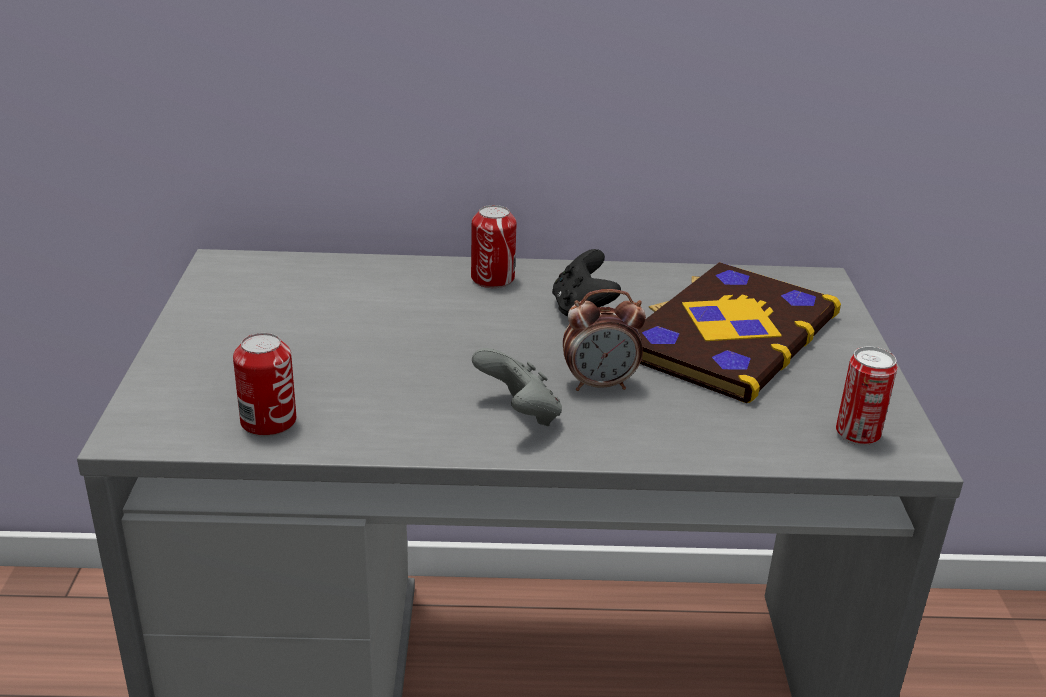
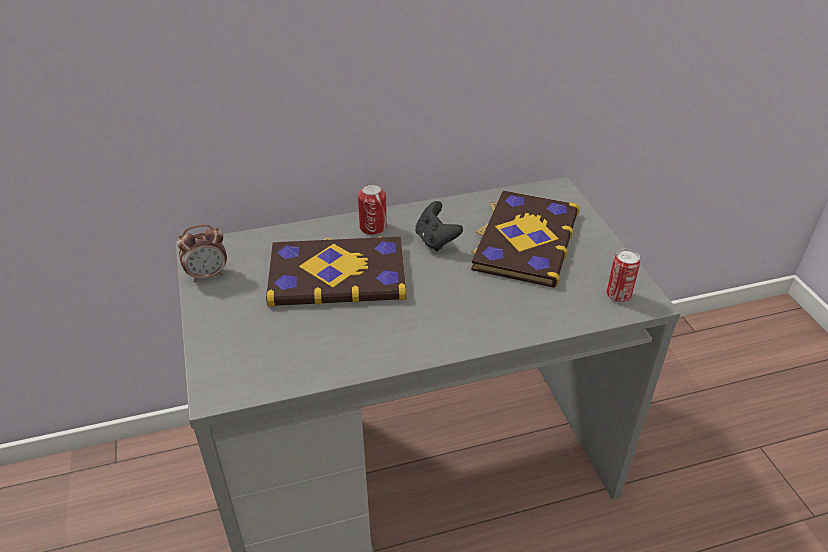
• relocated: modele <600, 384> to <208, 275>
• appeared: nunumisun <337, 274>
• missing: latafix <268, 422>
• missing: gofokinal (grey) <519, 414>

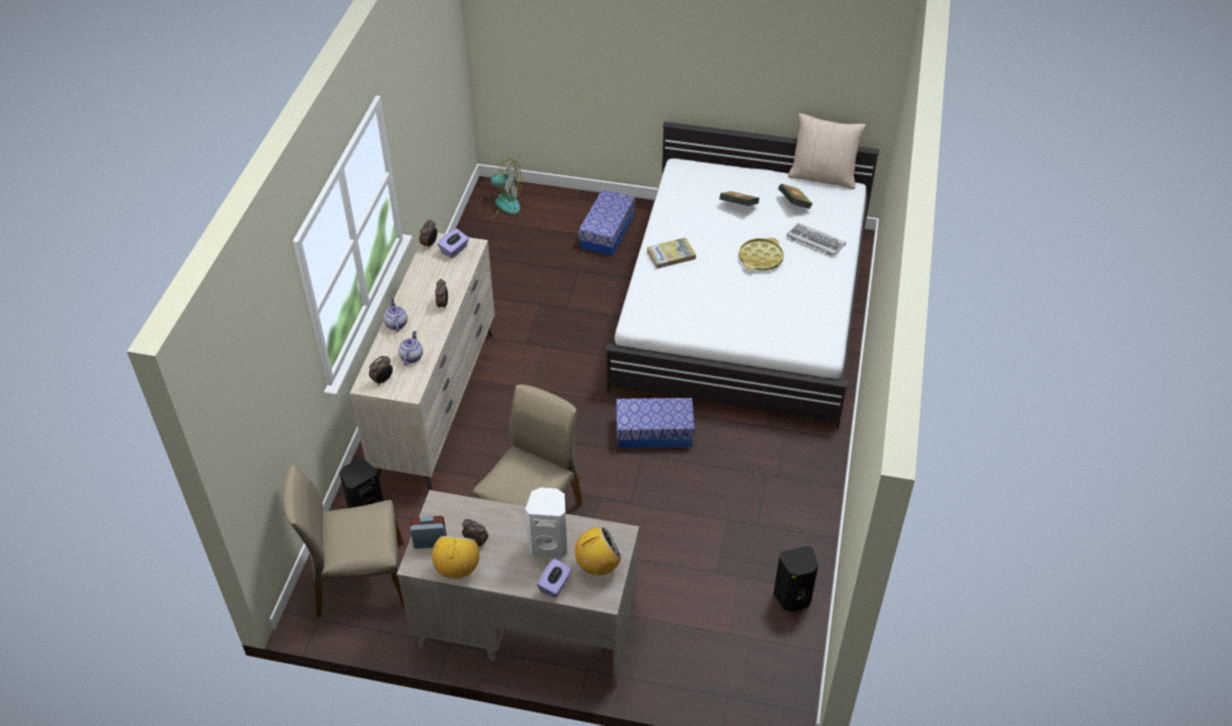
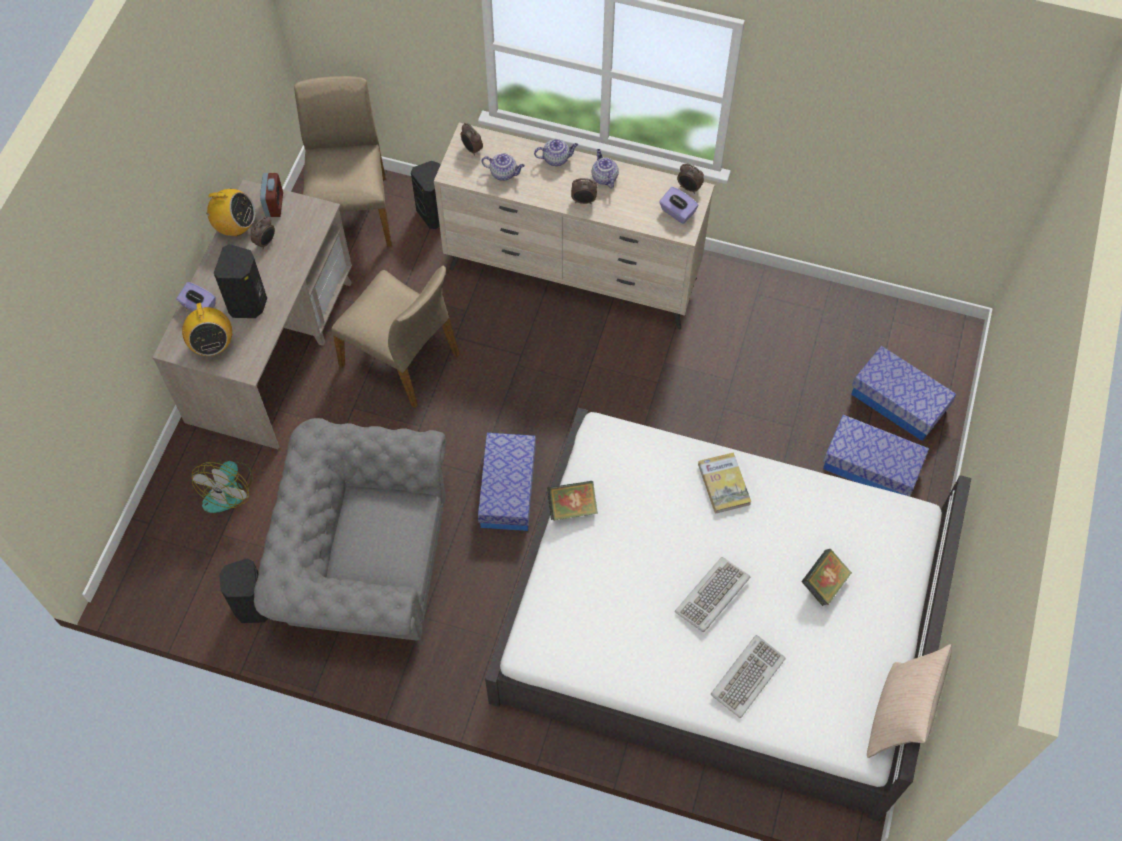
• relocated: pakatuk <501, 203> to <228, 488>
• colour: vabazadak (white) <549, 544> to vabazadak (black) <249, 304>
• appeared: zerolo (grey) <363, 563>
• relocated: nunumisun <794, 205> to <572, 507>
• appeared: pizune <604, 177>
• exchanged: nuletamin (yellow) <761, 258> to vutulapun <713, 596>
• appeared: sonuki <898, 402>

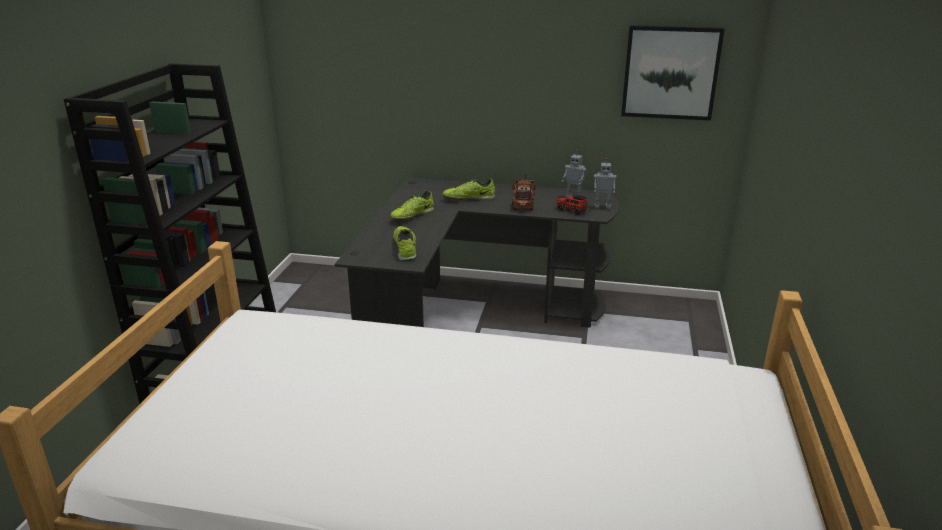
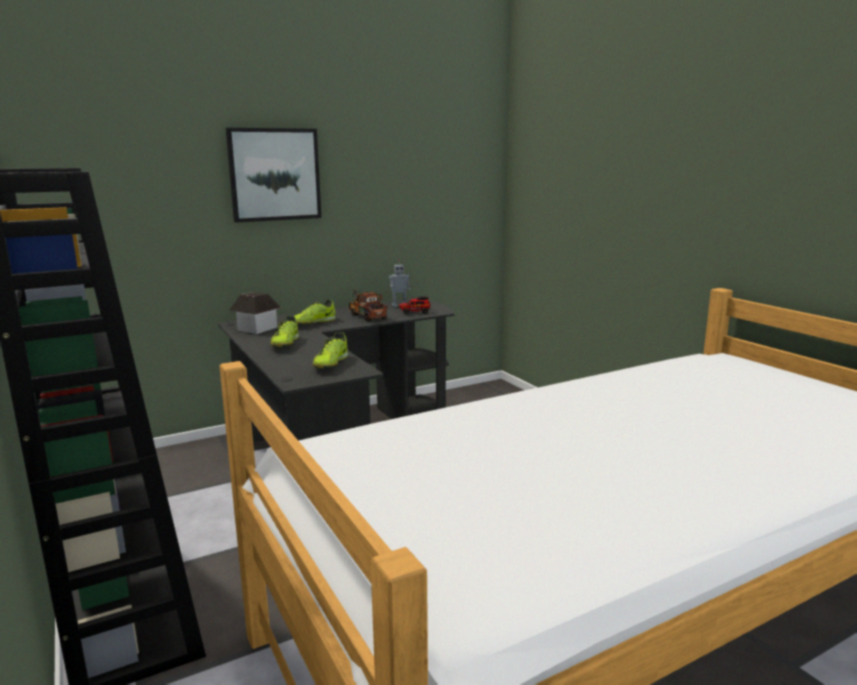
• relocated: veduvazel <670, 72> to <274, 174>
• appeared: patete <257, 328>
• spun: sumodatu <405, 248> = <331, 364> 120 degrees counterclockwise
• missing: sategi <602, 206>

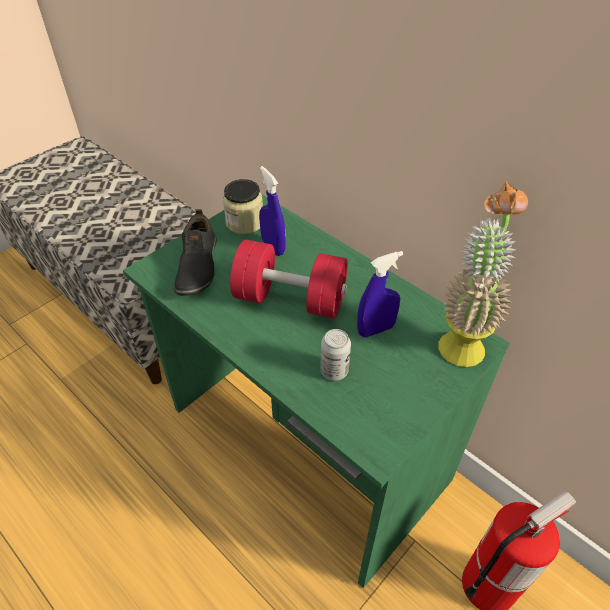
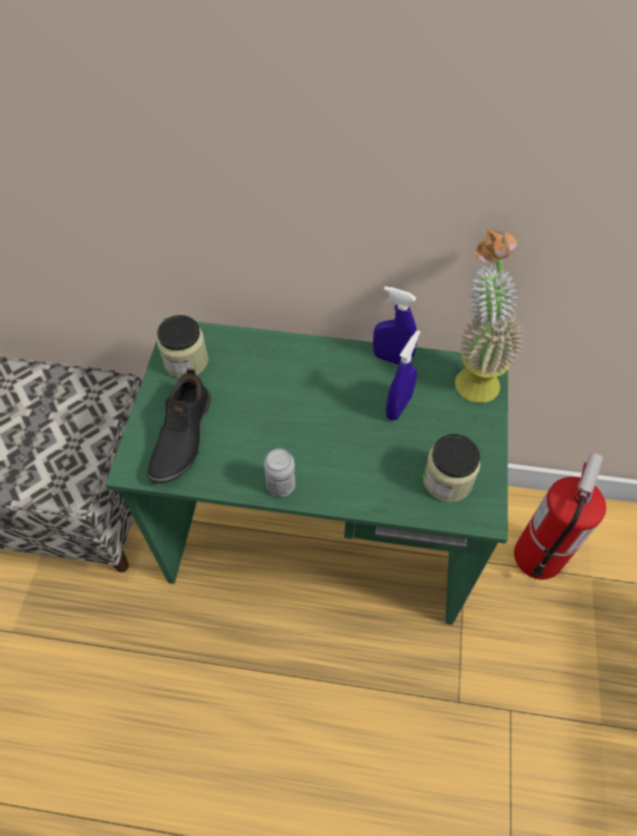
• spun: sumodatu (black) <196, 266> = <181, 436> 45 degrees clockwise
• relocated: latafix <334, 371> to <281, 485>
• relocated: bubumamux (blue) <273, 247> to <391, 359>
• appeared: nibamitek <447, 480>
• missing: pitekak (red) <290, 299>

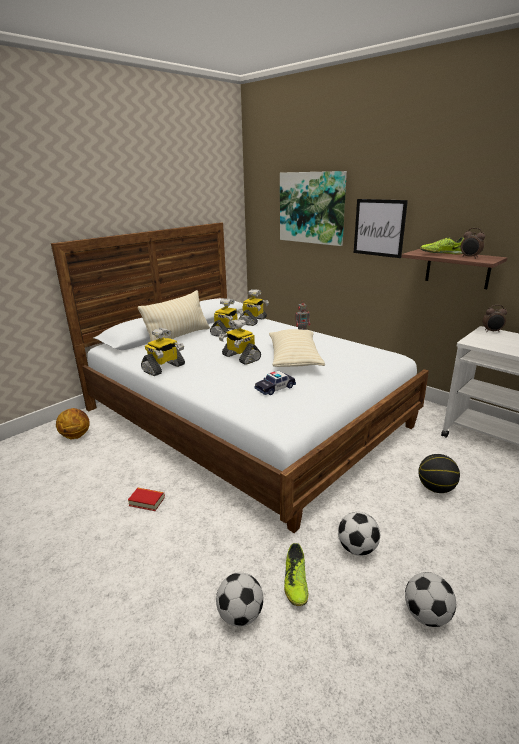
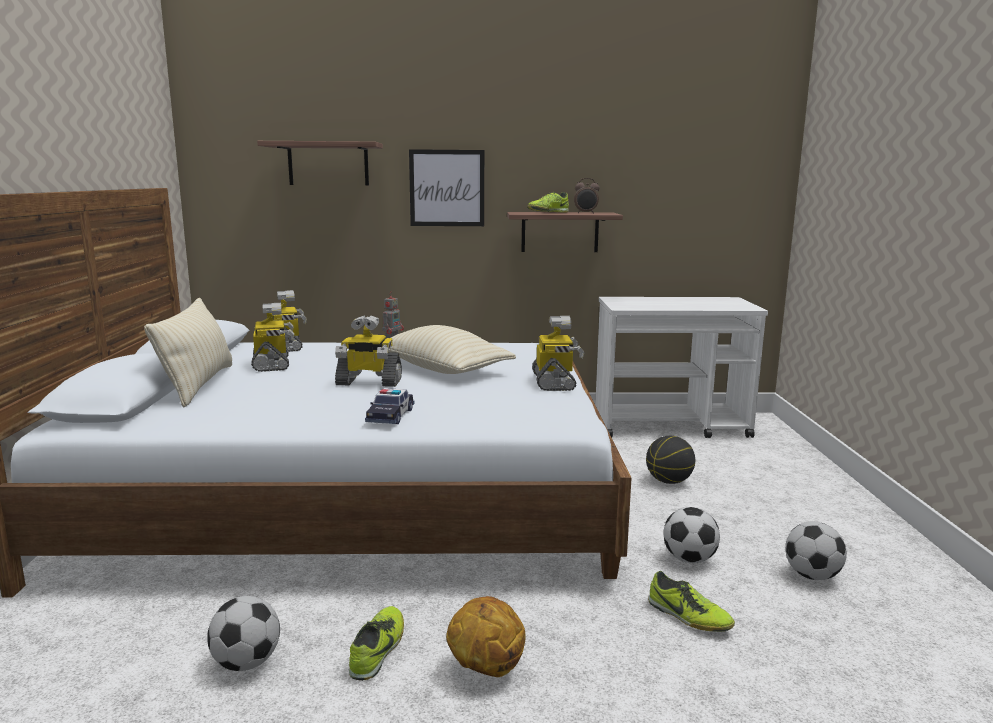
• relocated: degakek <240, 615> to <247, 663>
• exchanged: veduvazel <312, 208> to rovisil <328, 164>
• exchanged: nunumisun <147, 501> to sumodatu <378, 649>
• relocated: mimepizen <275, 388> to <390, 416>
• relocated: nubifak <76, 436> to <485, 668>
• relocated: sategi <164, 368> to <554, 382>
• missing: modele <492, 331>

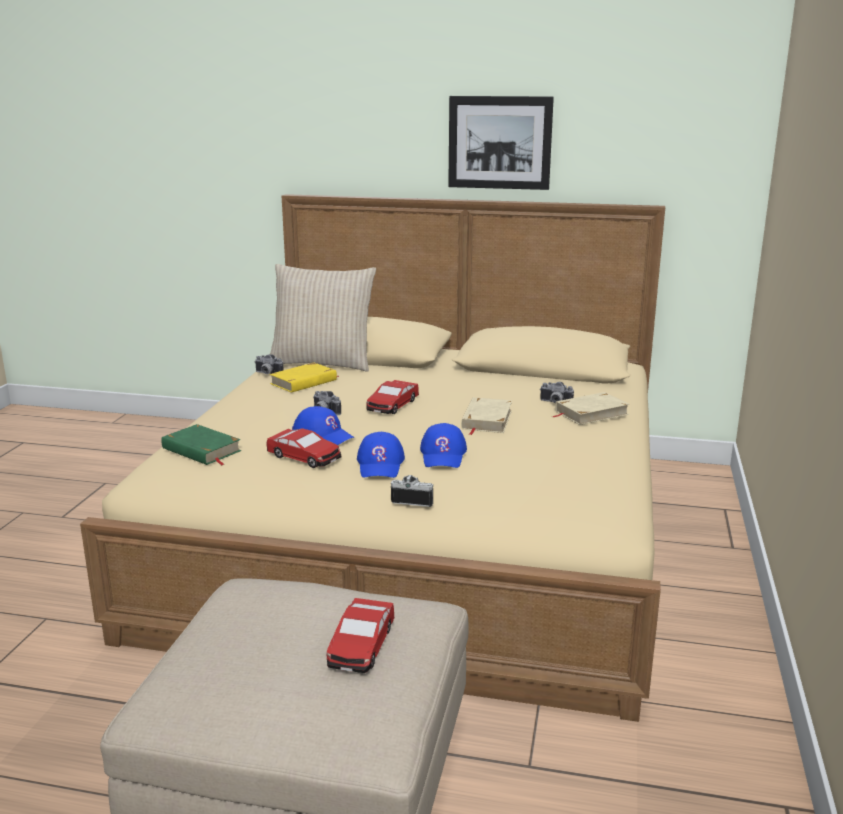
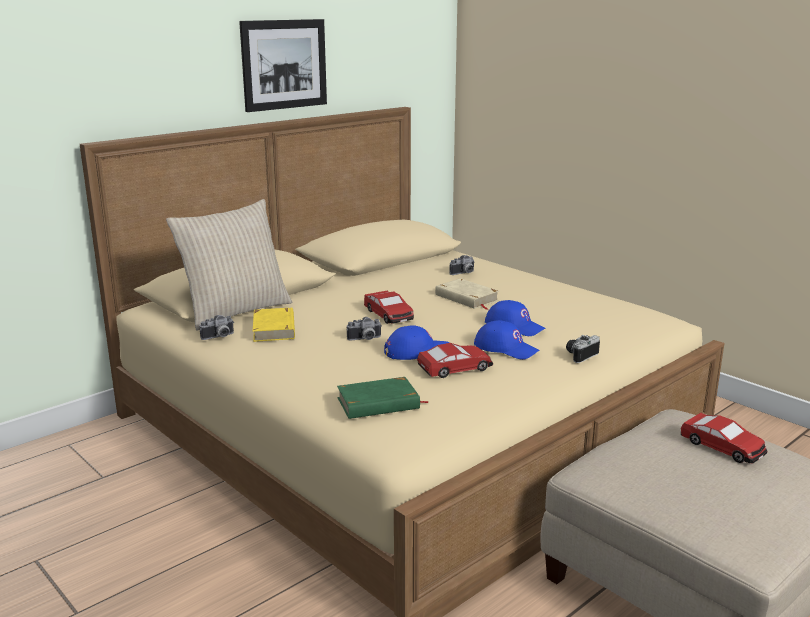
• missing: nunumisun (beige) <591, 413>

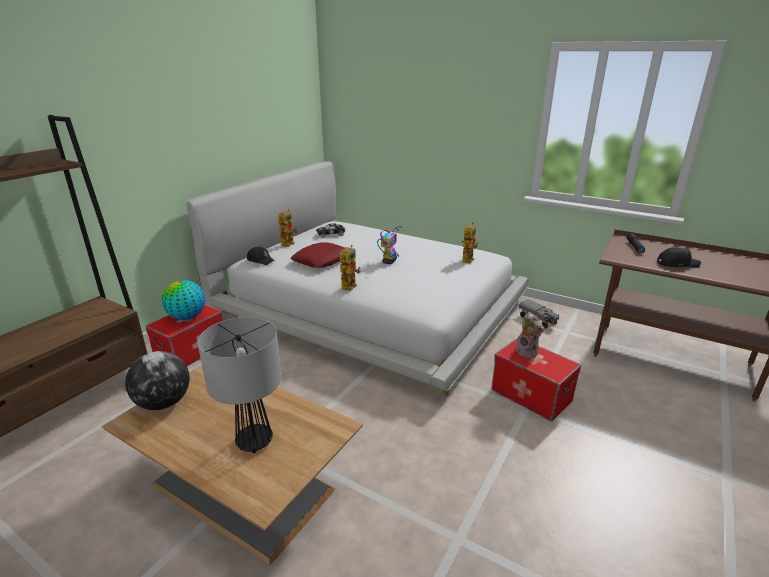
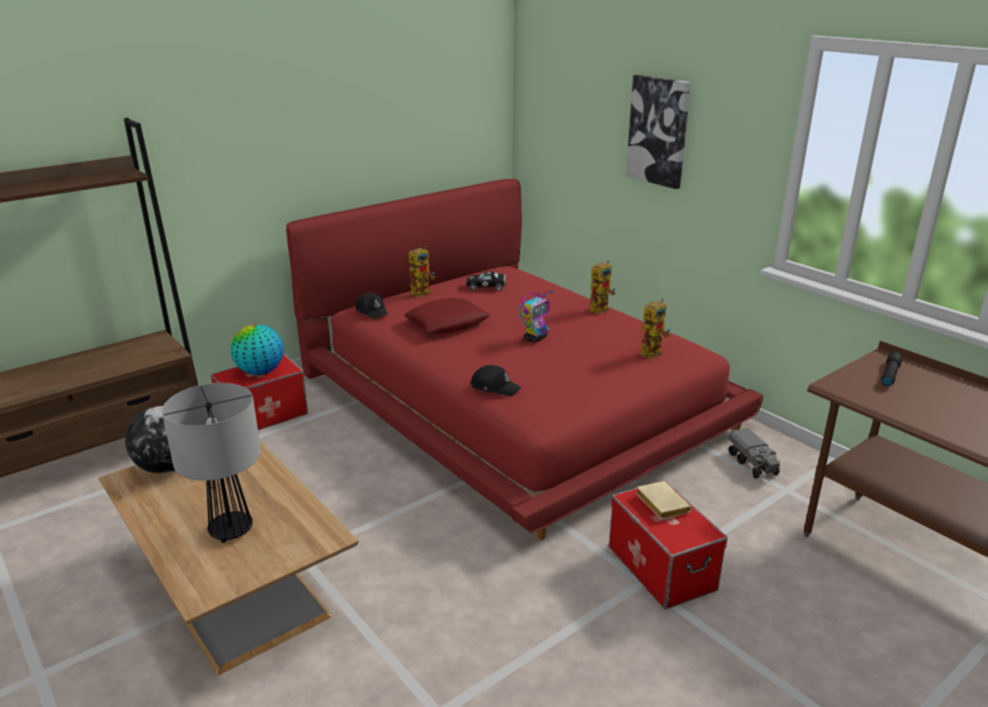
• colour: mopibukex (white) <368, 307> to mopibukex (red) <513, 398>
• relocated: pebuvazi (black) <676, 264> to <495, 387>
• relocated: sategi <349, 285> to <600, 308>
• appeared: veduvazel <658, 131>
• exchanged: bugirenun <527, 352> to nunumisun (beige) <660, 504>

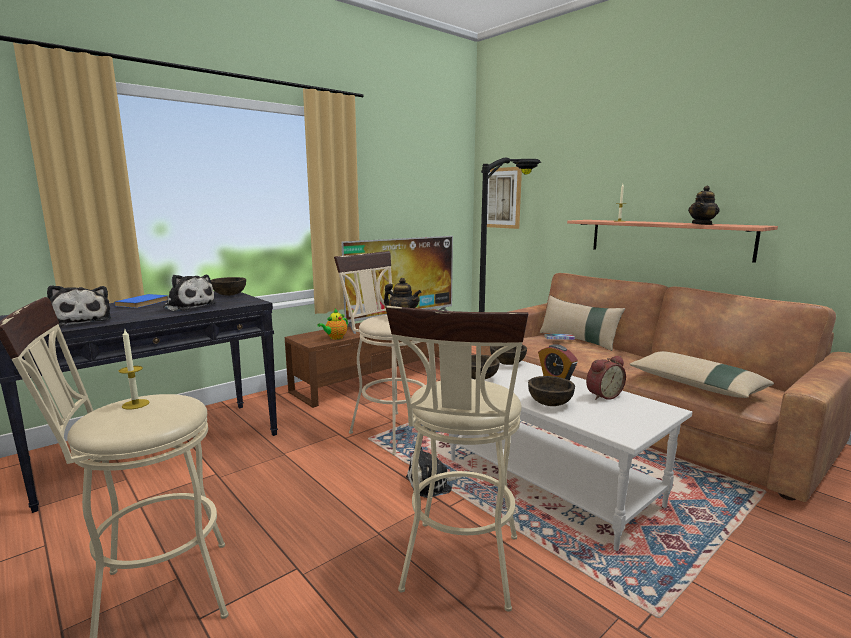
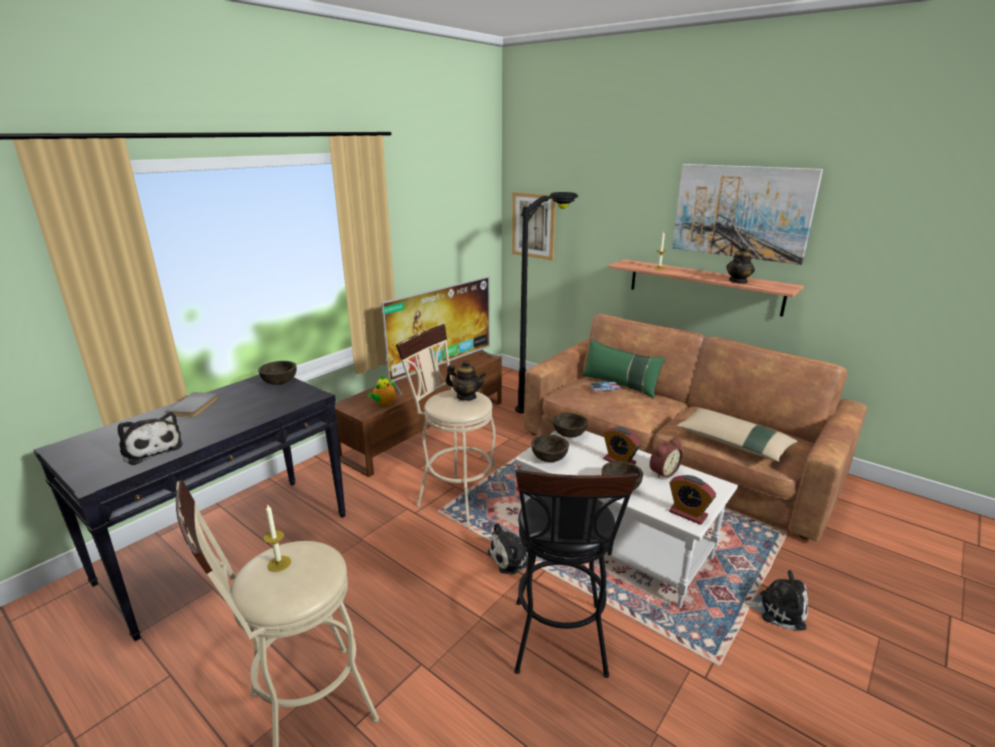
• colour: nunumisun (blue) <144, 303> to nunumisun (grey) <195, 406>
• colour: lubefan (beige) <460, 570> to lubefan (black) <560, 645>
• colour: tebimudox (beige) <578, 340> to tebimudox (green) <620, 385>
• appeared: modele <688, 514>
• appeared: veduvazel <741, 212>
• relocated: bugirenun <188, 306> to <778, 609>

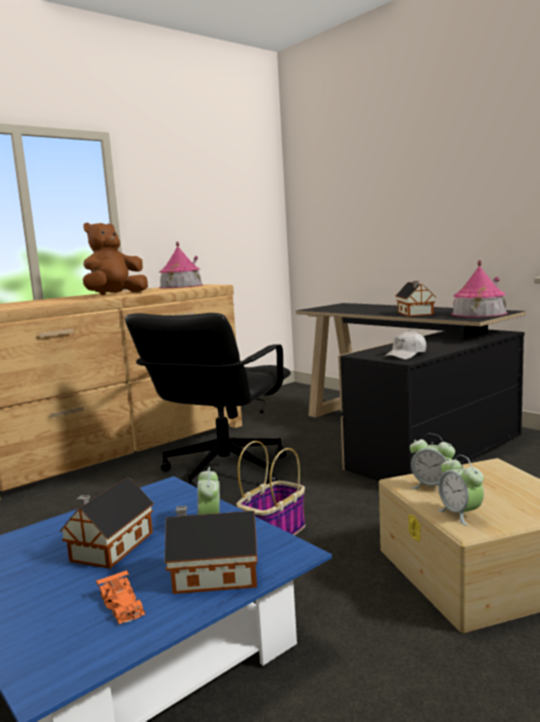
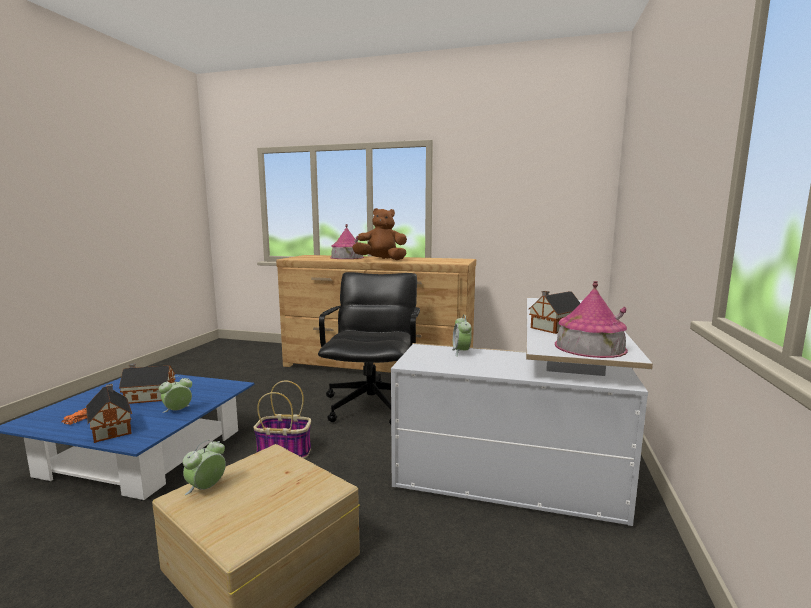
• spun: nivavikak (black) <223, 471> = <372, 405> 105 degrees clockwise
• relocated: patete <181, 286> to <347, 257>
• colour: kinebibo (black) <403, 435> to kinebibo (white) <535, 452>
• relocated: modele <432, 487> to <461, 352>
• missing: pebuvazi (white) <406, 355>

